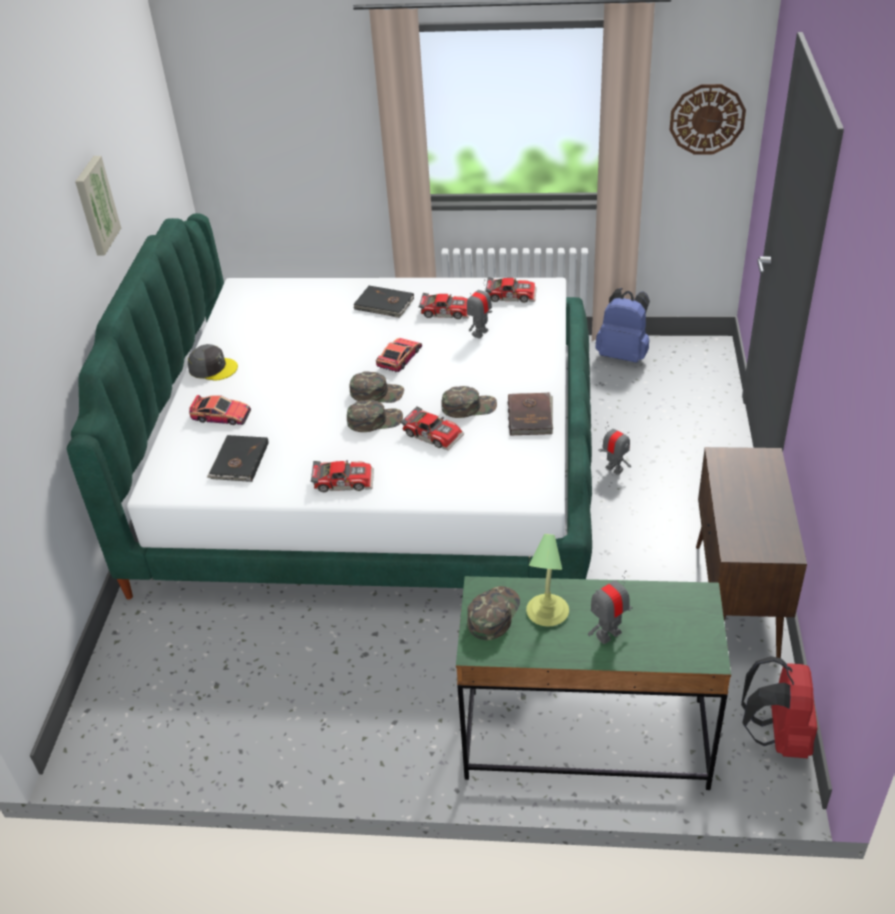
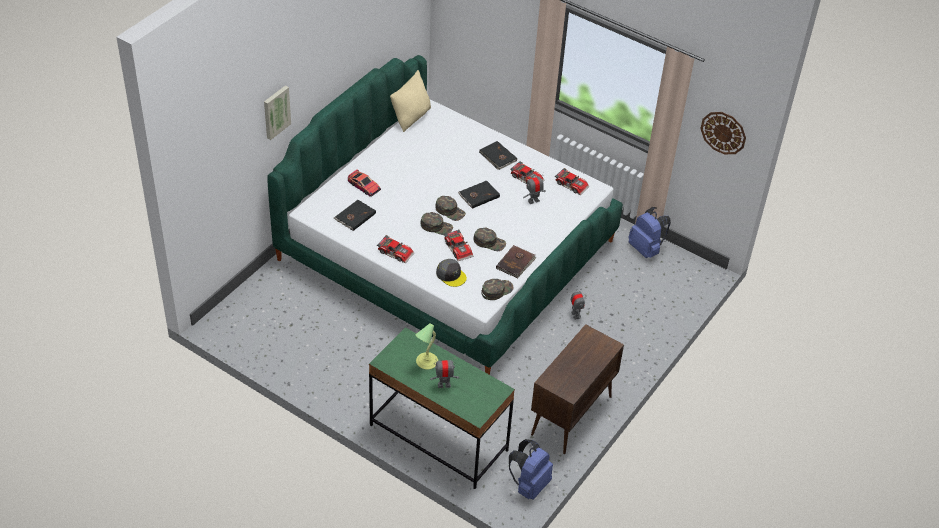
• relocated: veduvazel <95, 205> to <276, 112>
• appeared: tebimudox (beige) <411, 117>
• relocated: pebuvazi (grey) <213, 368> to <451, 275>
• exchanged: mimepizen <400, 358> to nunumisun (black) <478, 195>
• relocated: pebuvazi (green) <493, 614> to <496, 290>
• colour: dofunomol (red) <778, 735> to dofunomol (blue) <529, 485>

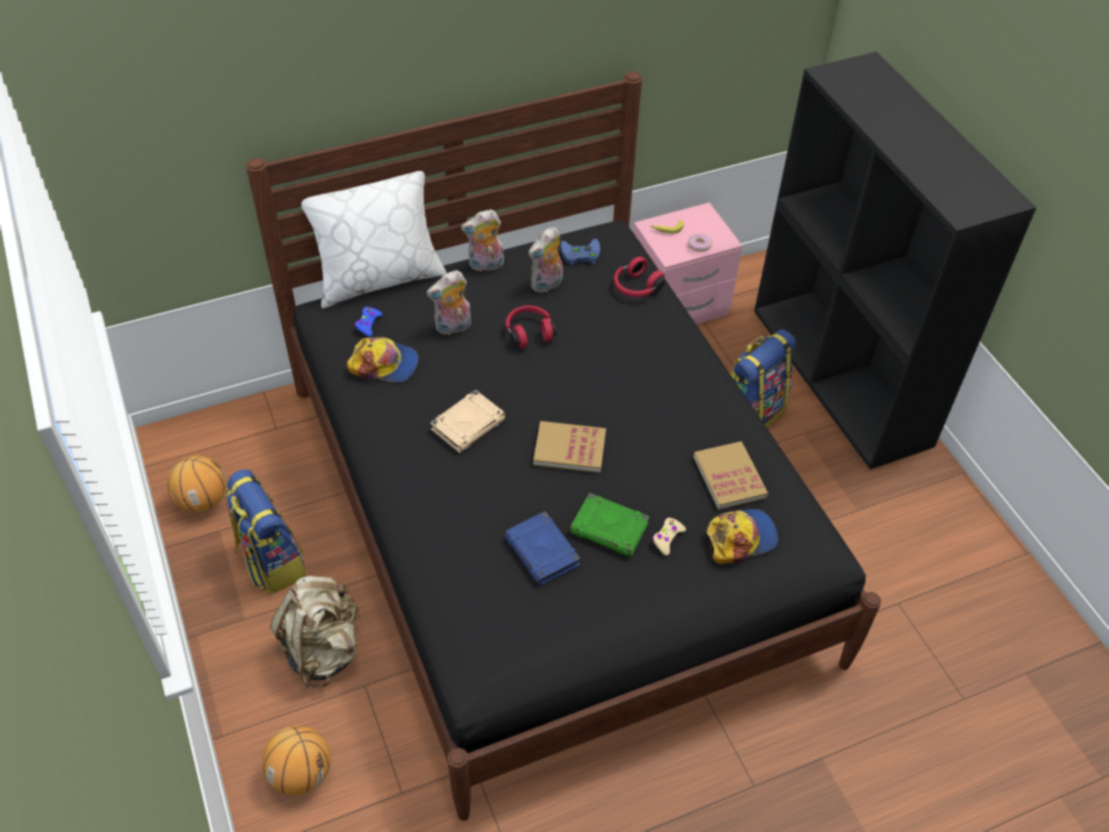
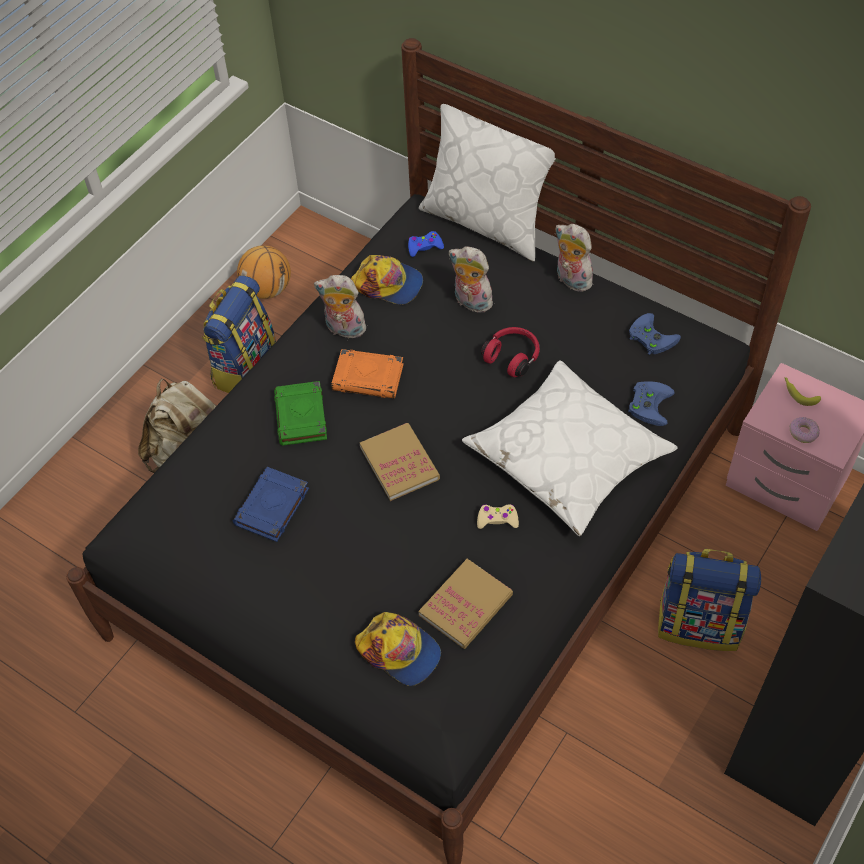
• relocated: nunumisun (green) <610, 528> to <301, 417>
• relocated: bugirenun <547, 285> to <343, 329>
• colour: nunumisun (beige) <468, 424> to nunumisun (orange) <369, 377>
• spun: pebuvazi <384, 364> = <388, 284> 45 degrees counterclockwise
• appeared: tebimudox (white) <567, 457>
• relocated: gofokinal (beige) <667, 538> to <497, 519>
• exchanged: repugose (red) <636, 287> to gofokinal (blue) <648, 403>
• missing: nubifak <301, 773>

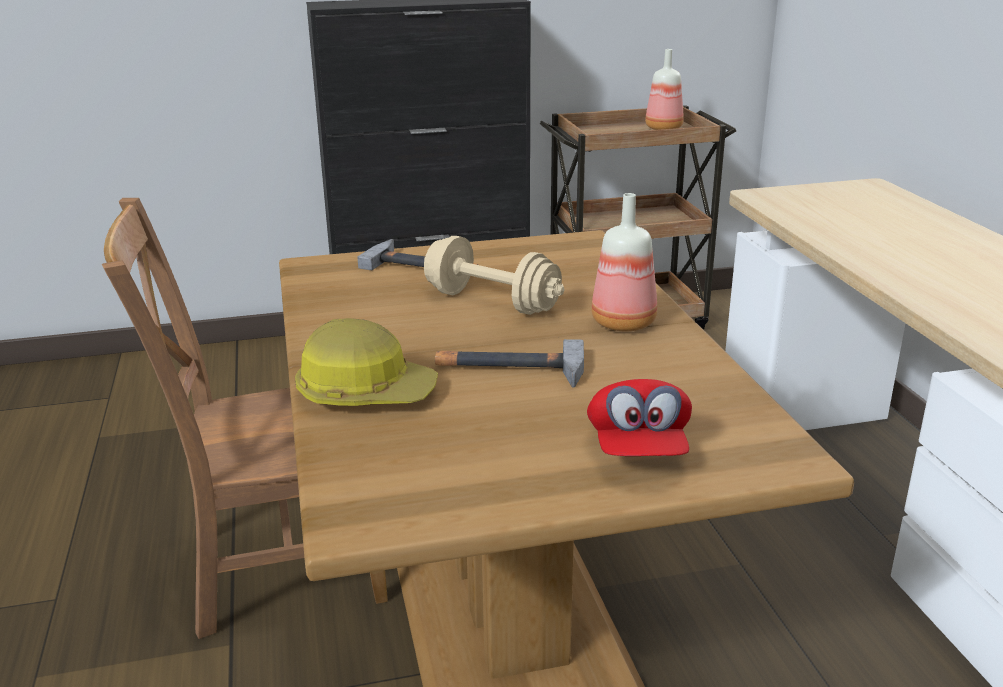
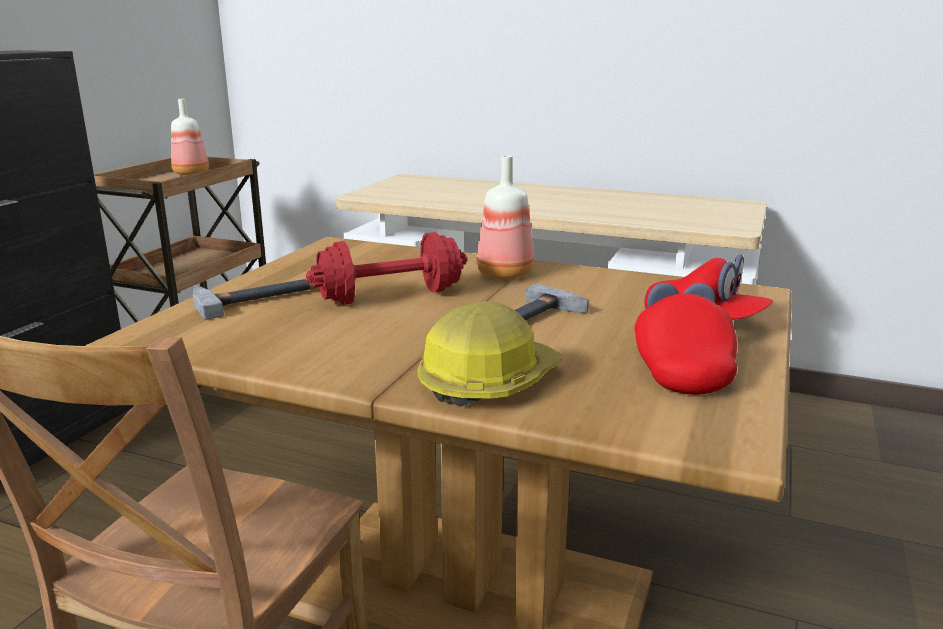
• colour: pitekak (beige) <492, 302> to pitekak (red) <390, 296>
• appeared: pebuvazi (red) <680, 369>

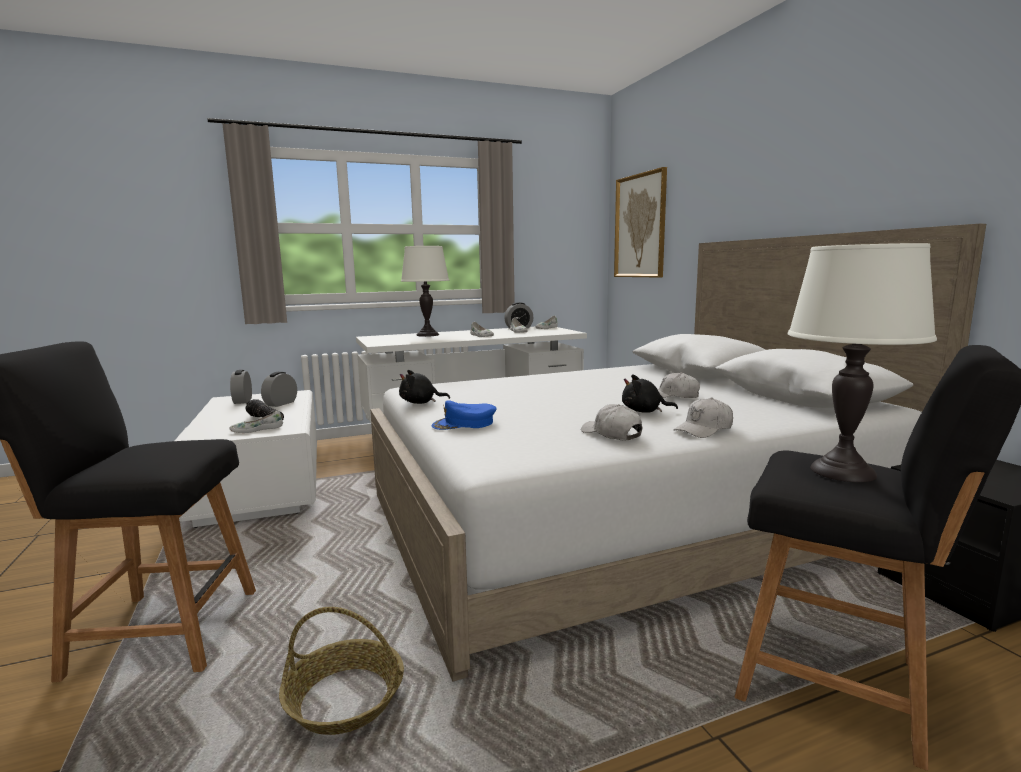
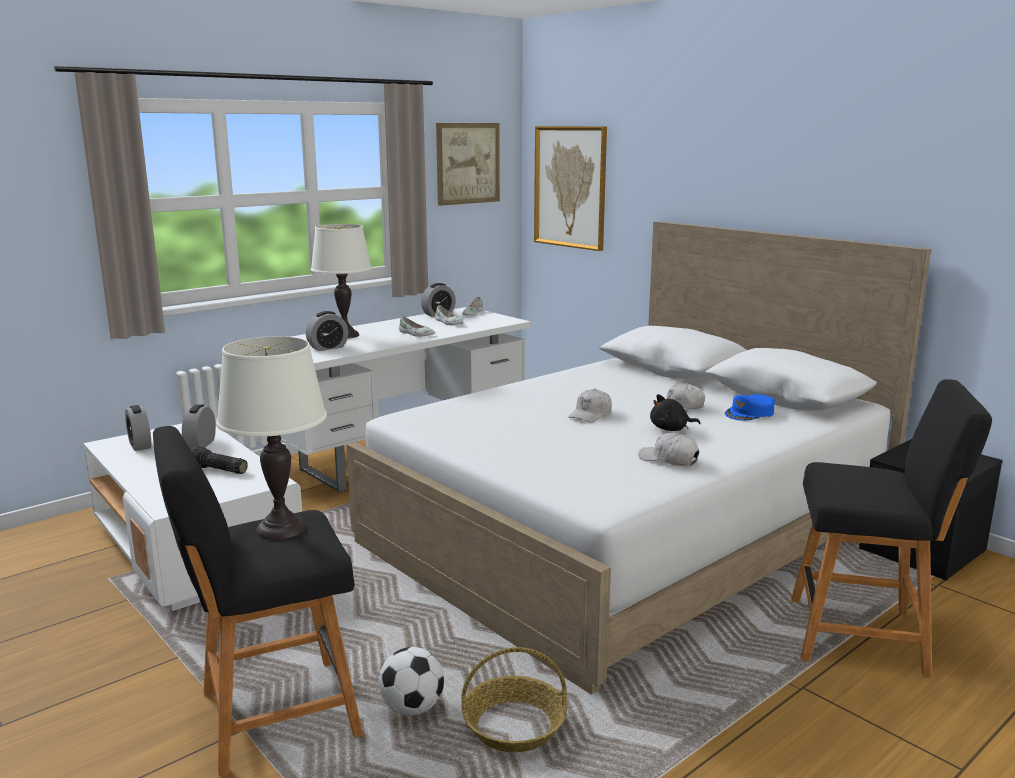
• relocated: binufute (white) <842, 472> to <281, 528>
• appeared: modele <328, 348>
• appeared: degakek <412, 708>
• appeared: veduvazel <468, 163>
• relocated: pebuvazi (white) <704, 429> to <590, 414>
• relocated: pebuvazi (blue) <464, 424> to <750, 413>
• missing: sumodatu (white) <257, 429>
• missing: bugirenun (black) <420, 403>

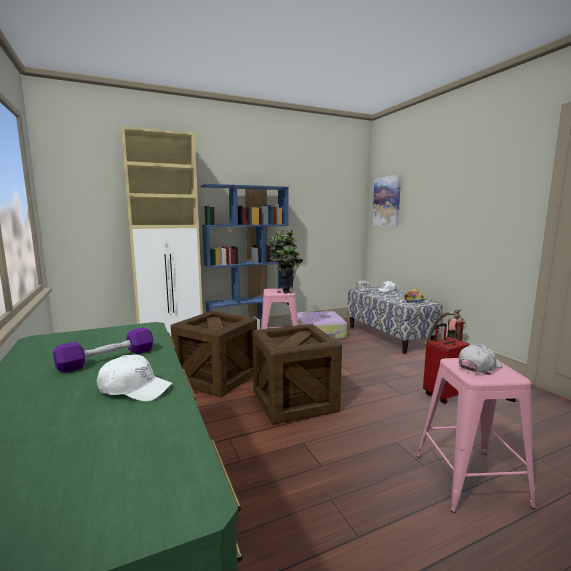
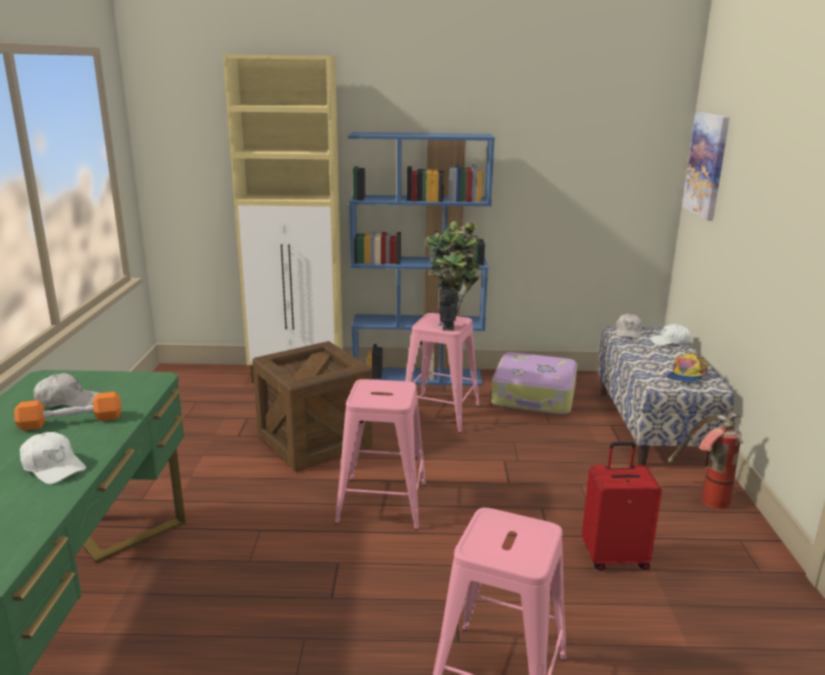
• colour: pitekak (purple) <108, 359> to pitekak (orange) <71, 421>
• relocated: pebuvazi (white) <479, 366> to <67, 401>
• exchanged: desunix <294, 401> to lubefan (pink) <382, 502>

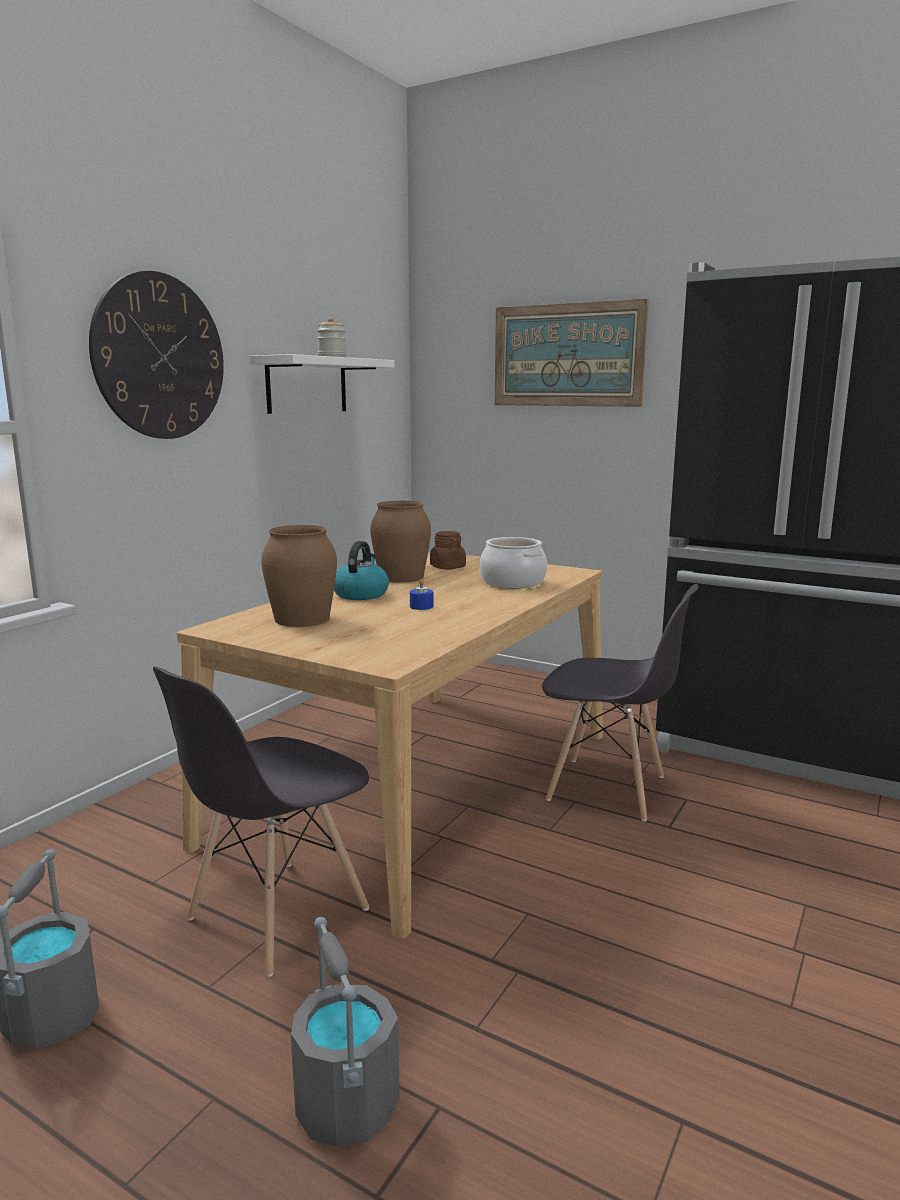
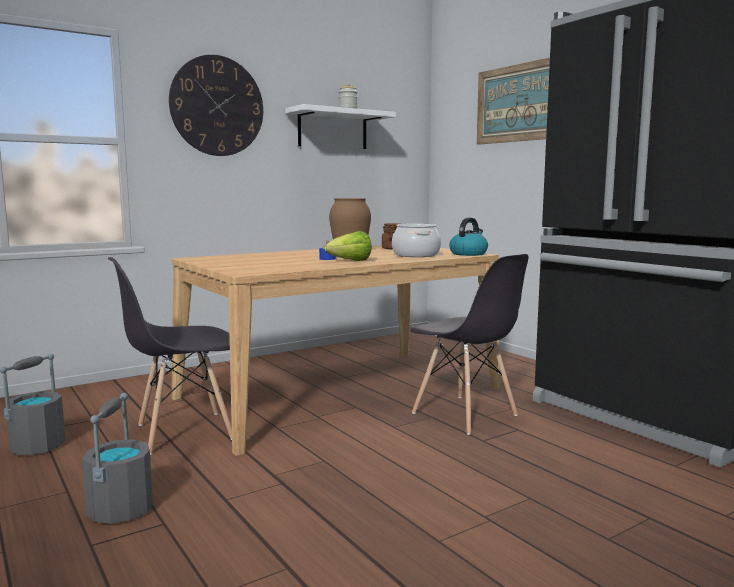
• appeared: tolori <350, 261>
• relocated: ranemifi <361, 594> to <468, 254>
• missing: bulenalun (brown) <301, 619>

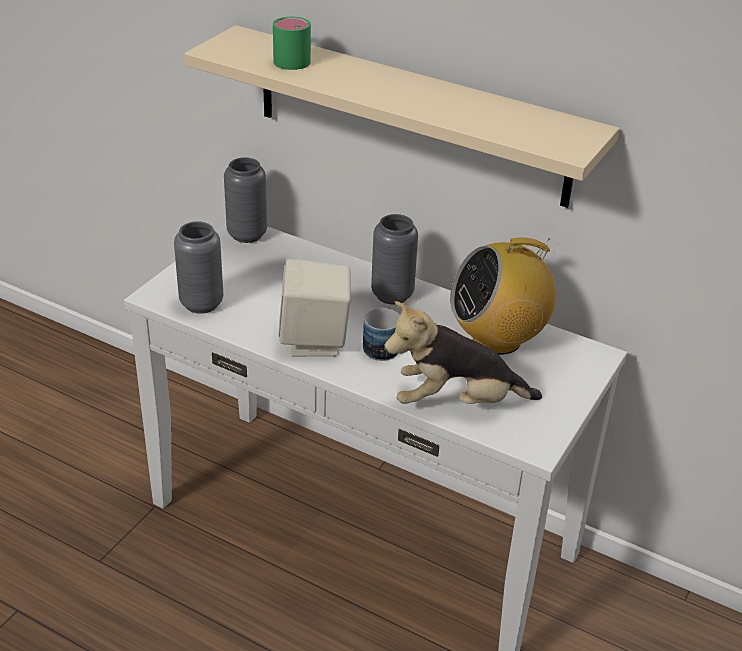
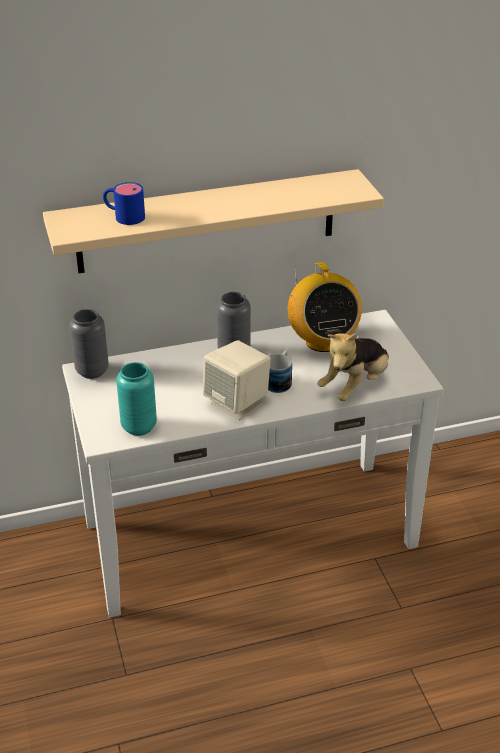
• colour: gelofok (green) <289, 58> to gelofok (blue) <124, 216>
• colour: bulenalun (grey) <201, 304> to bulenalun (turquoise) <139, 427>
• spun: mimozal <497, 339> = <322, 341> 45 degrees counterclockwise

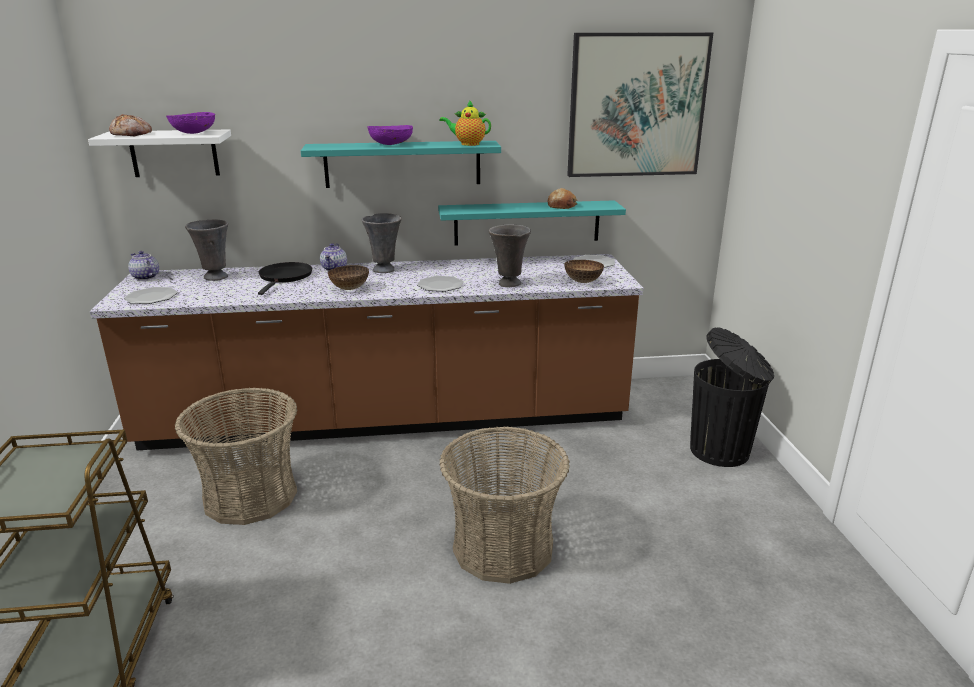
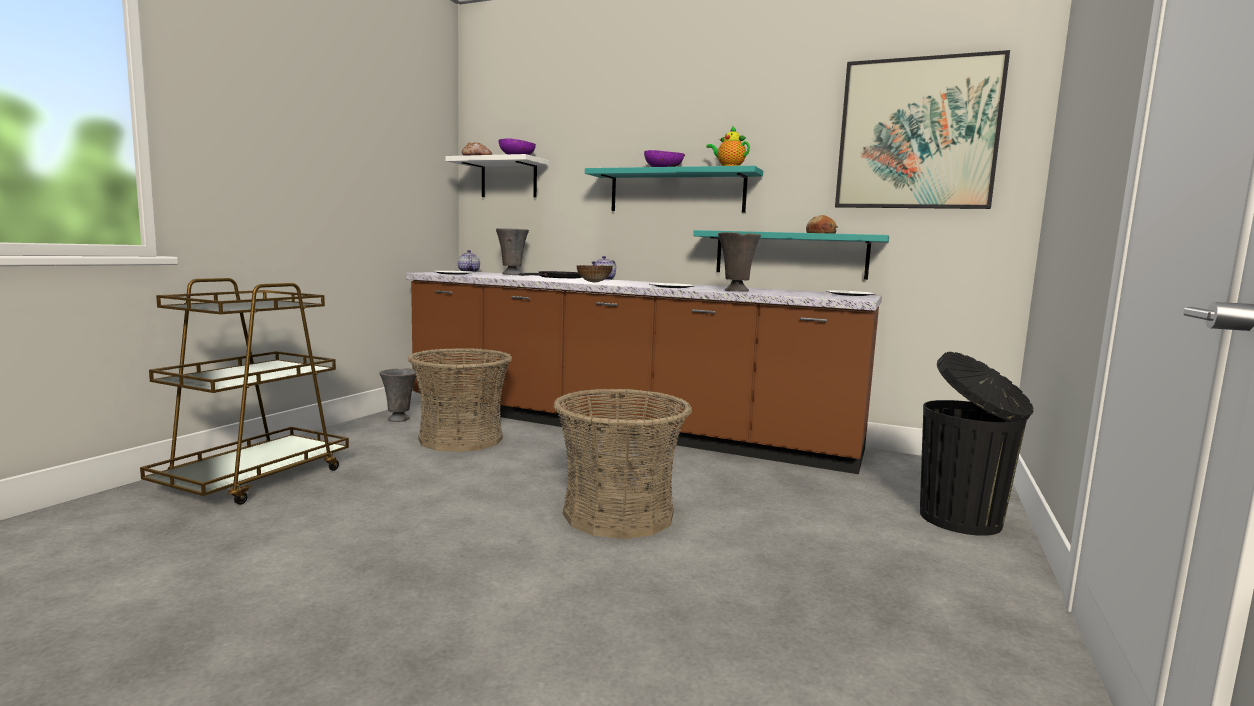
• relocated: bulenalun (grey) <384, 269> to <400, 419>
• missing: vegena <583, 282>

